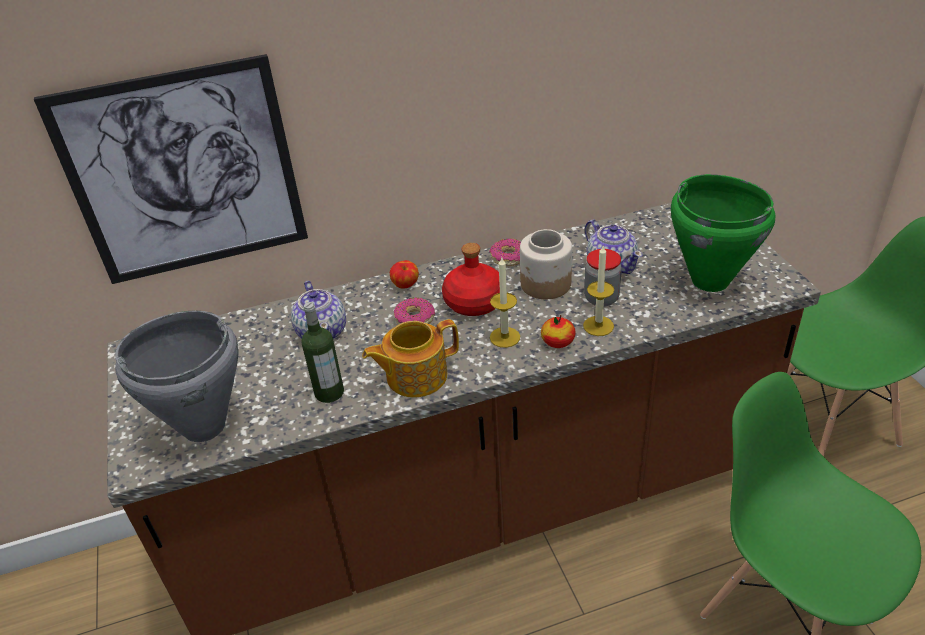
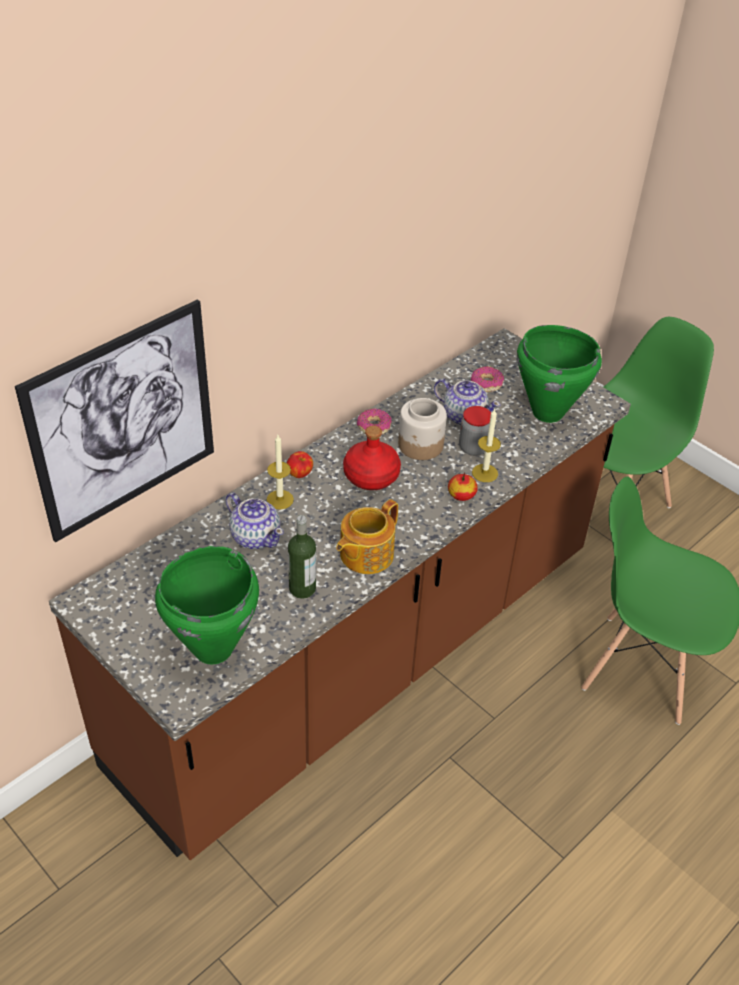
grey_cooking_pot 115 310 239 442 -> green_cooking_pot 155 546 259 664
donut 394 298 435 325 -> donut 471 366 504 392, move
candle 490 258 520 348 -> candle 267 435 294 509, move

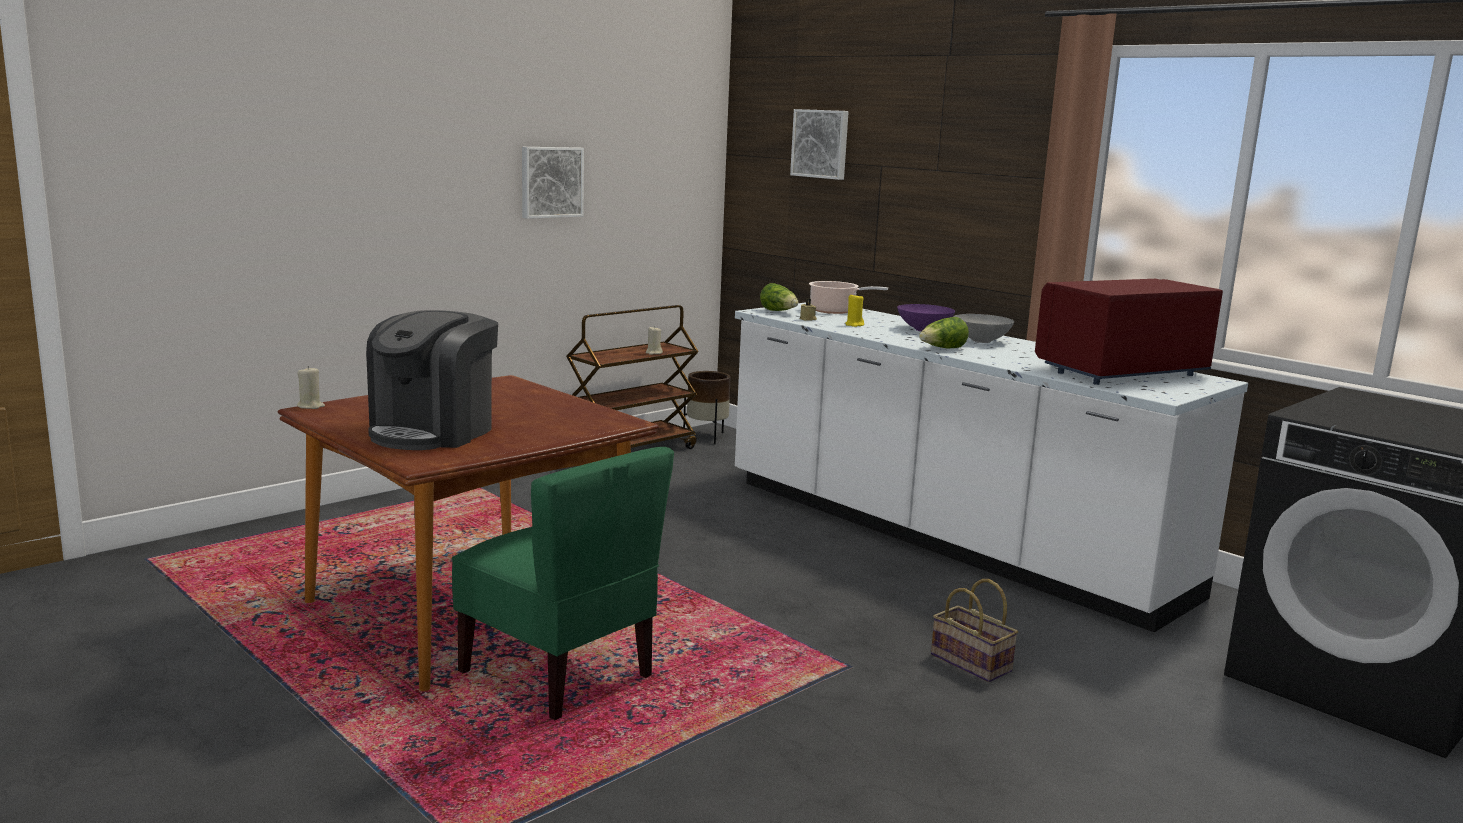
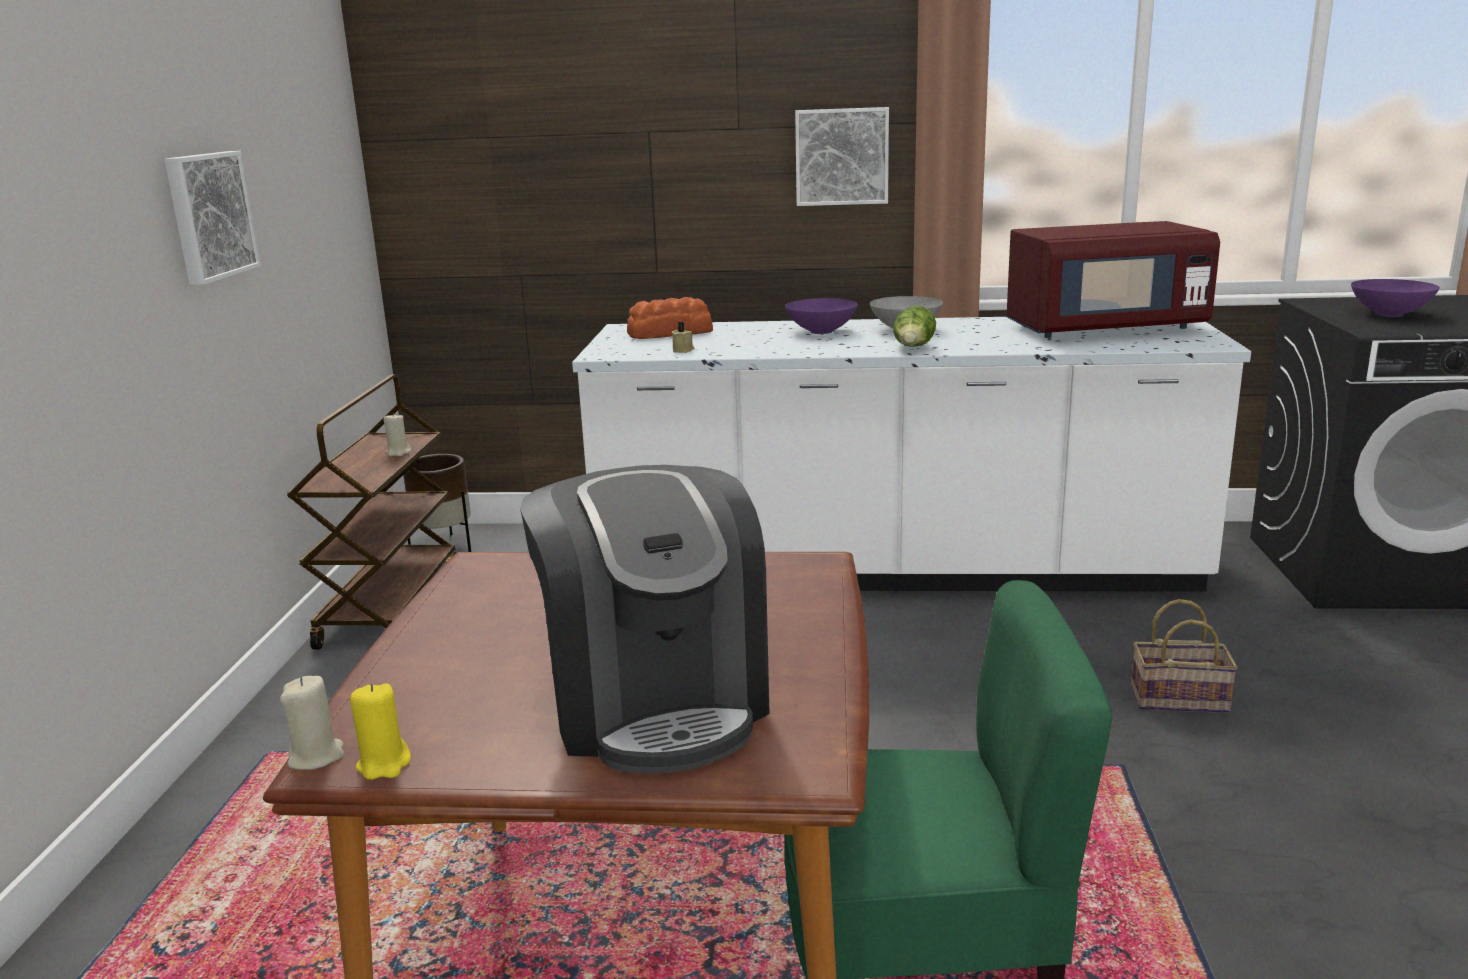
lettuce 760 283 798 311 -> none
picture 790 109 849 180 -> picture 795 107 889 206, move
cooking_pot 809 281 888 314 -> bread 627 297 713 339
yellow_candle 845 293 864 327 -> yellow_candle 350 683 411 780, move
red_microwave 1035 279 1223 385 -> red_microwave 1007 221 1220 338, 120 degrees counterclockwise
none -> purple_bowl 1351 279 1440 317

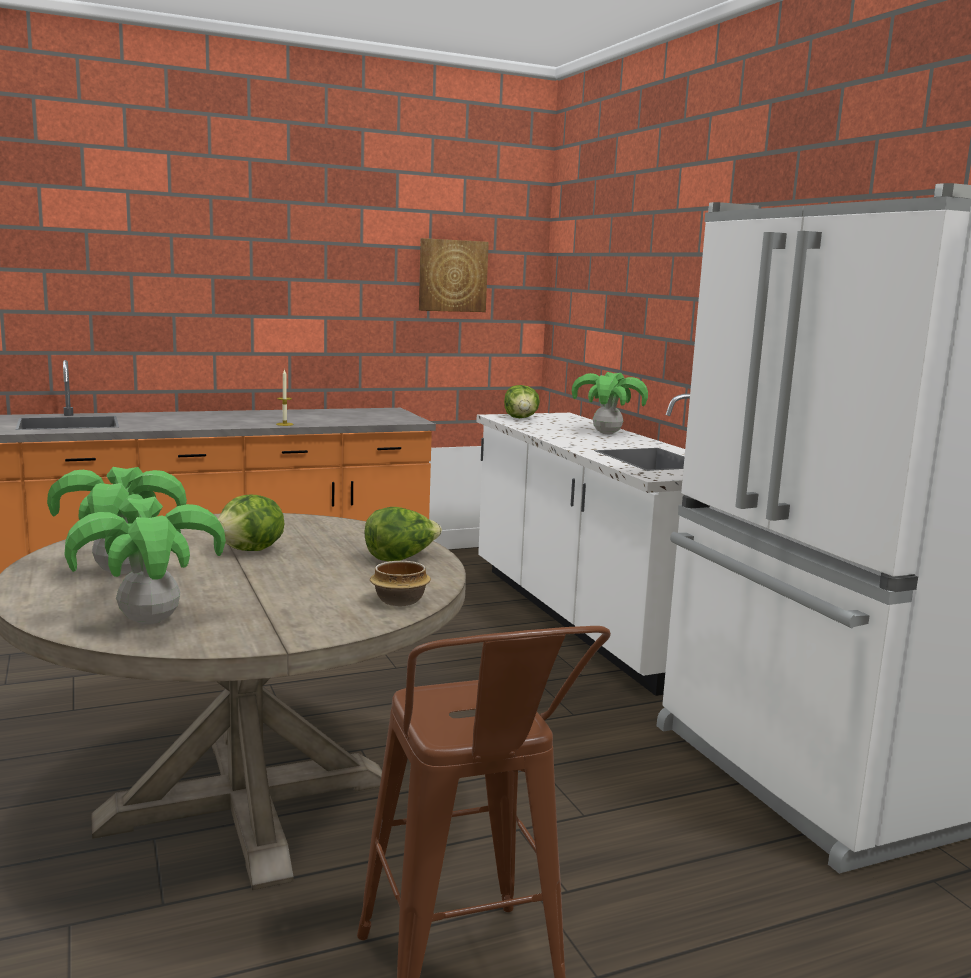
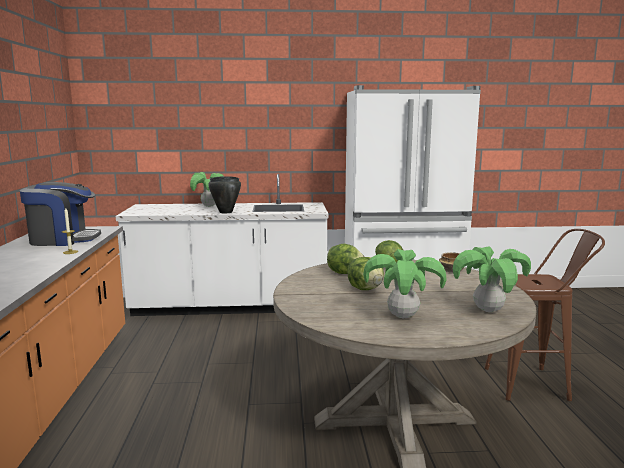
picture 419 238 489 312 -> none
lettuce 504 385 540 418 -> lettuce 327 244 365 274, move
none -> coffee_machine 20 182 101 246
none -> black_cooking_pot 208 176 241 214

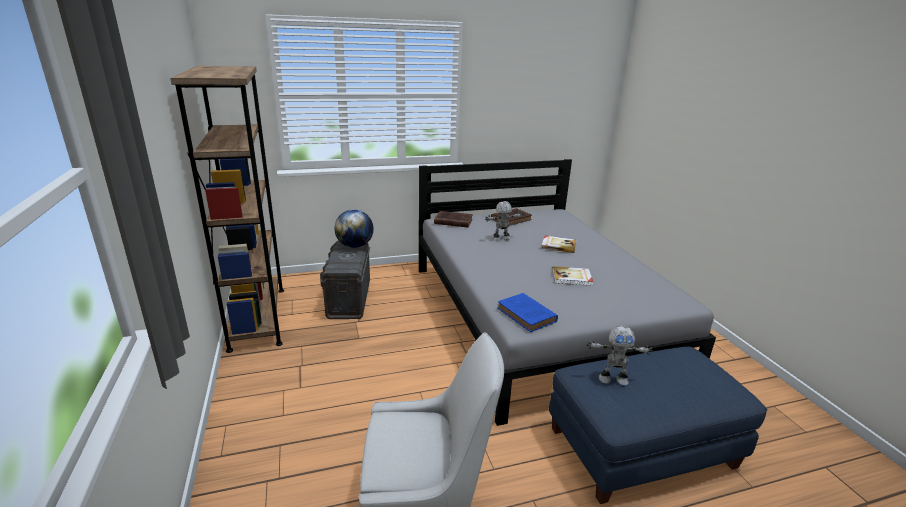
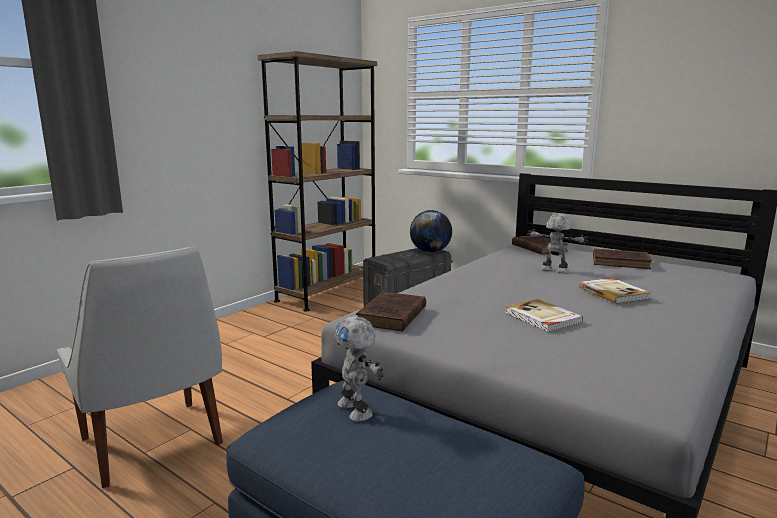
blue_book 497 293 558 332 -> brown_book 356 292 426 331

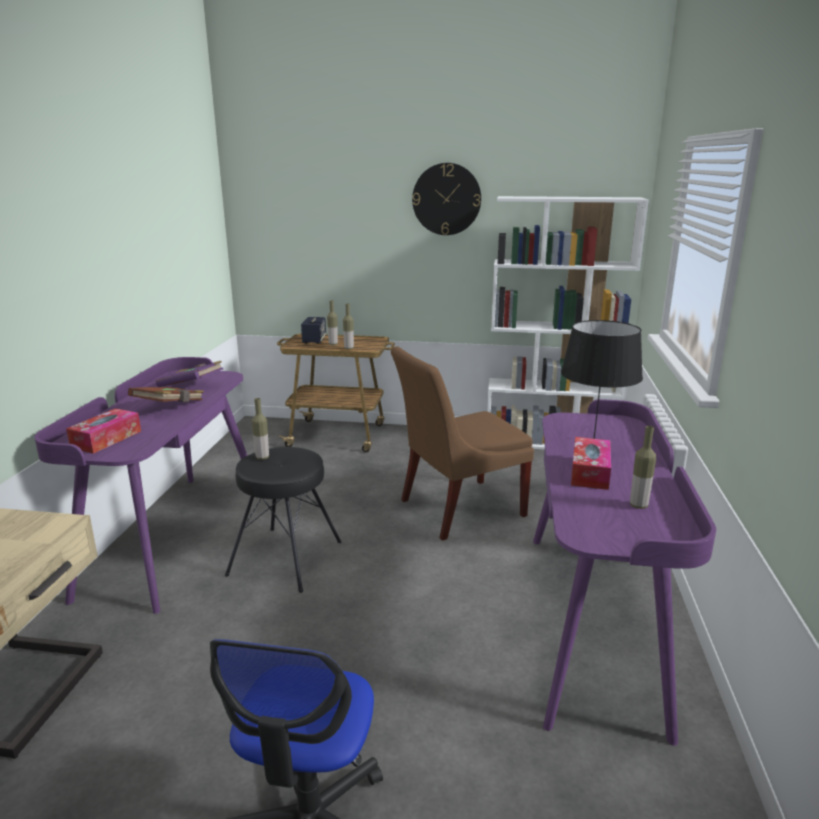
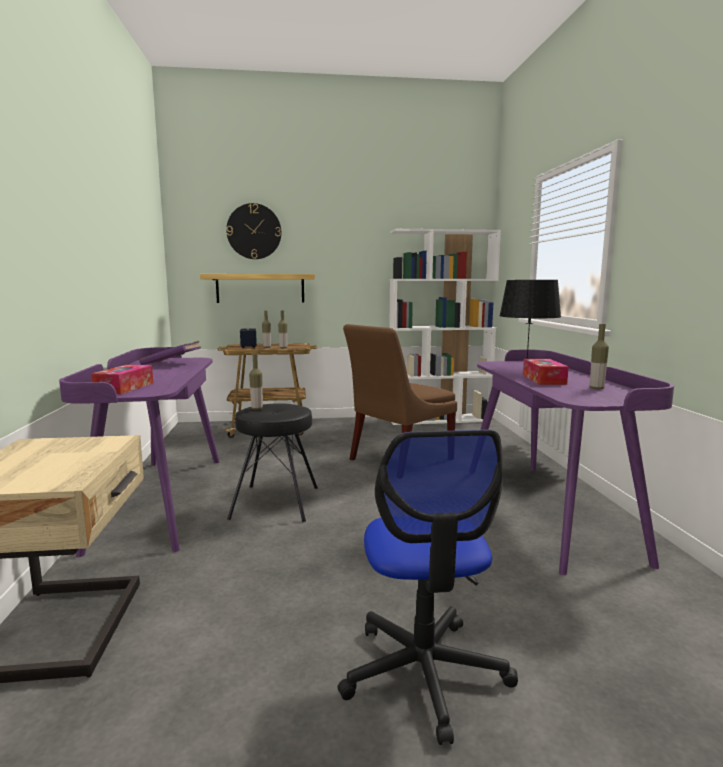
brown_book 128 387 204 402 -> none
wall_clock 412 163 481 235 -> wall_clock 226 203 281 259, move
none -> shelf 200 274 315 303

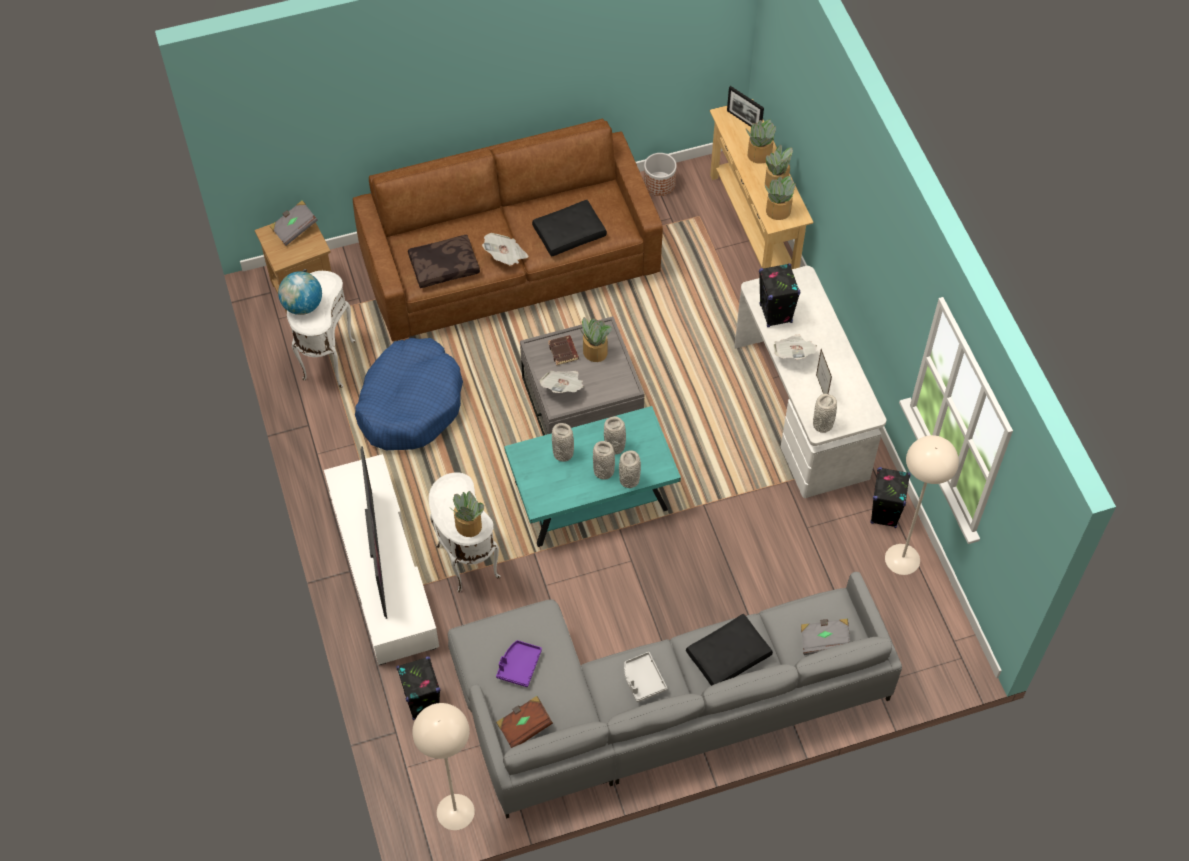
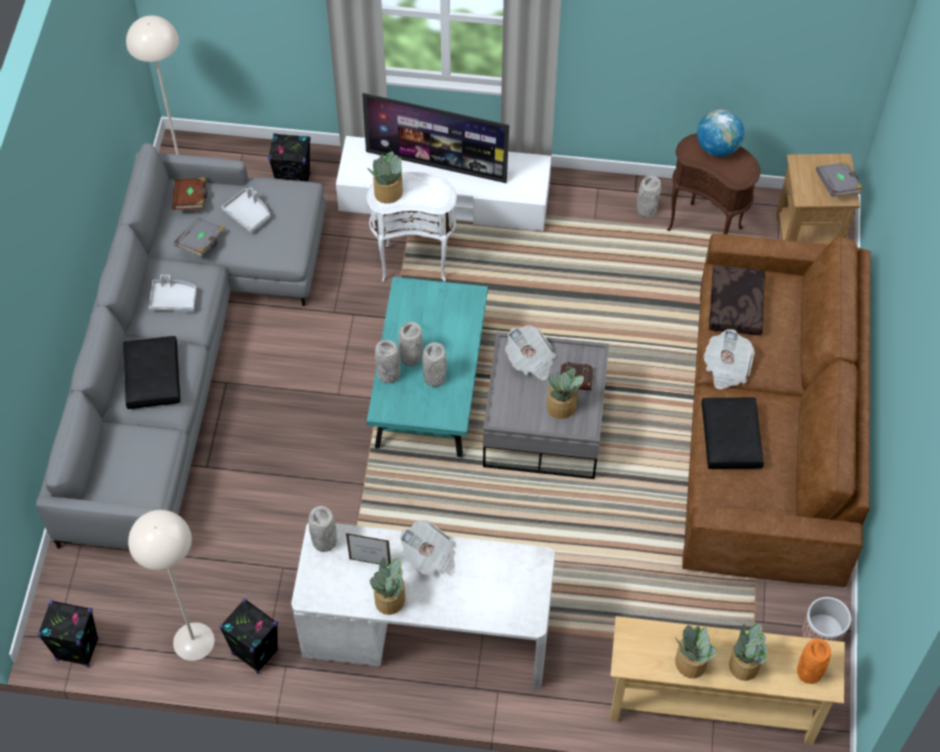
white_side_table 287 271 355 387 -> brown_side_table 667 133 760 234
blue_dog_bed 355 338 463 450 -> none
purple_tray 496 640 542 687 -> grey_tray 221 187 270 233
grey_vase 552 423 574 462 -> grey_vase 637 175 661 218, move
picture_frame 727 86 764 127 -> orange_vase 797 638 831 684
black_speaker 759 263 800 327 -> black_speaker 38 600 99 667, move
potted_plant 764 176 795 220 -> potted_plant 370 557 405 615, move
grey_book 801 619 850 655 -> grey_book 173 218 226 258, move

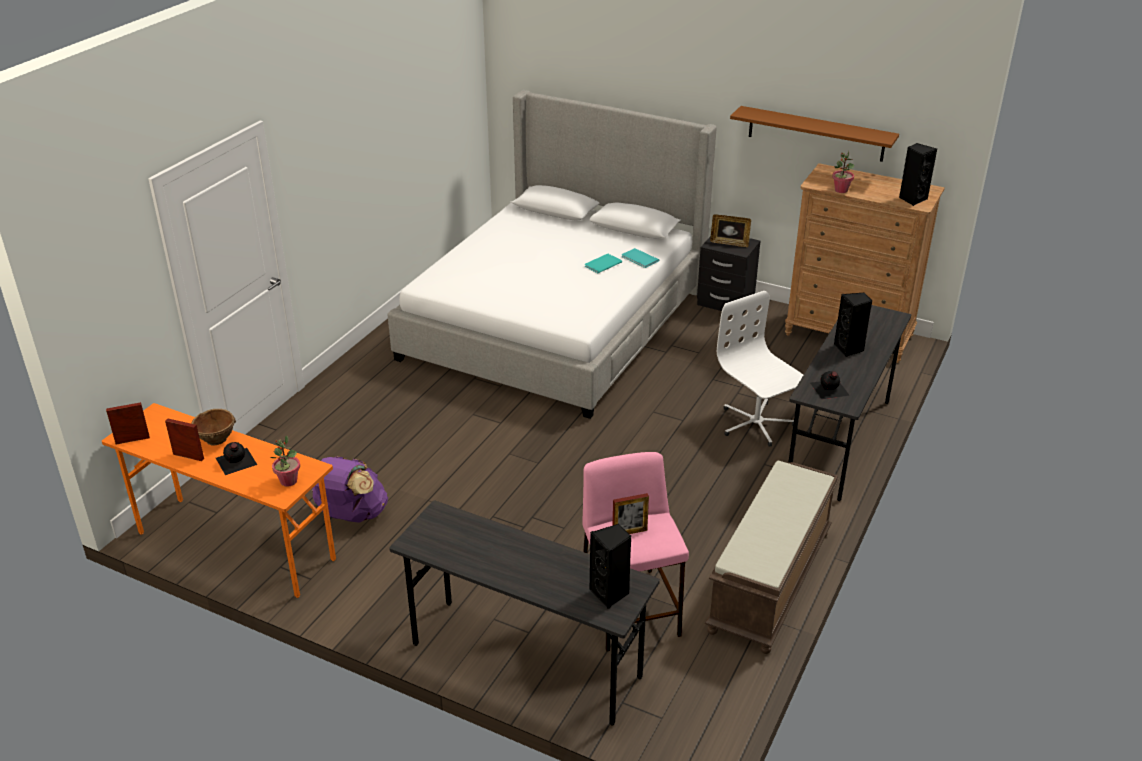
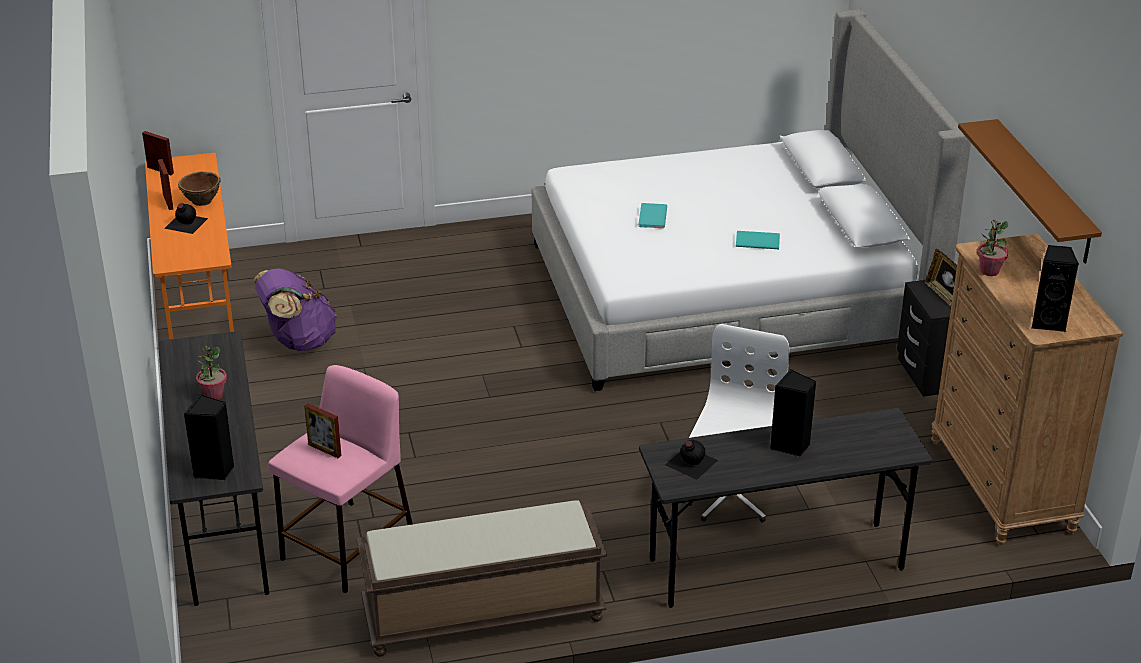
potted_plant 271 435 300 487 -> potted_plant 196 345 227 400, move
turquoise_book 622 248 659 268 -> turquoise_book 638 203 667 228, move

